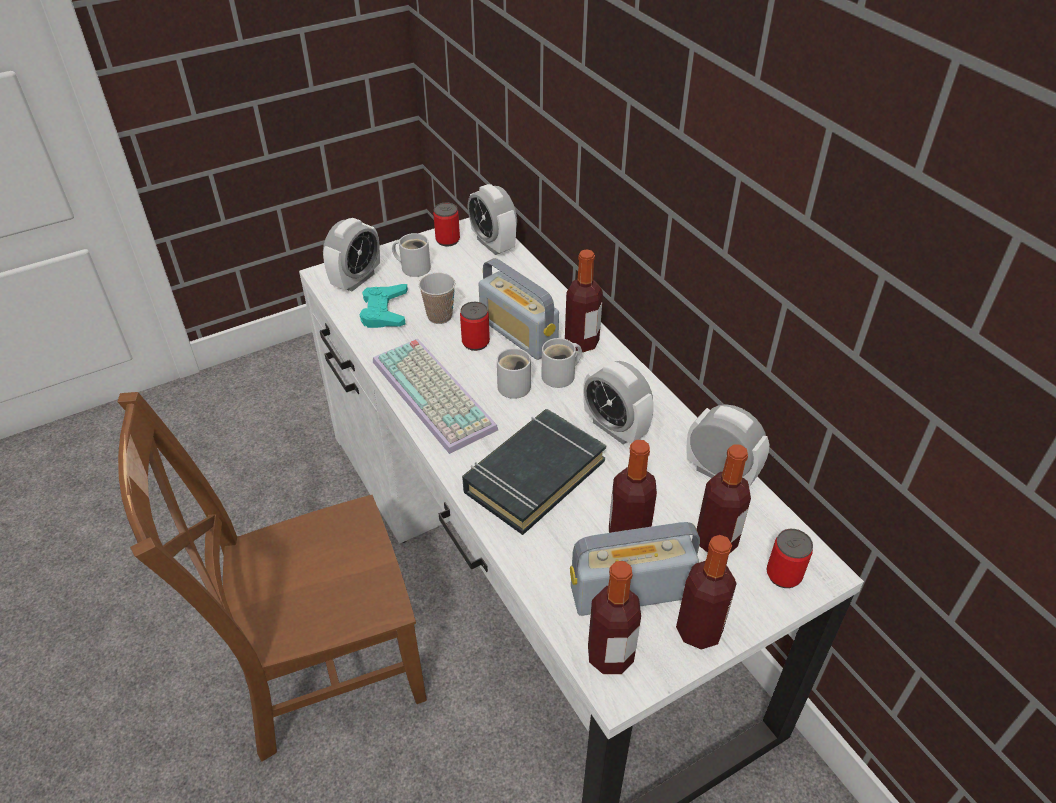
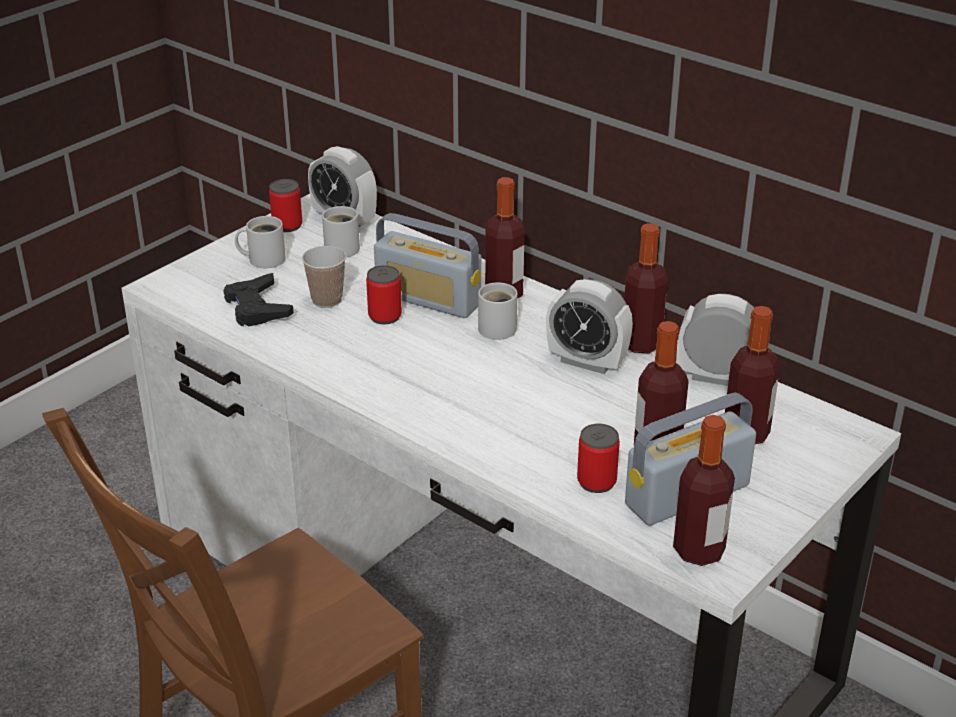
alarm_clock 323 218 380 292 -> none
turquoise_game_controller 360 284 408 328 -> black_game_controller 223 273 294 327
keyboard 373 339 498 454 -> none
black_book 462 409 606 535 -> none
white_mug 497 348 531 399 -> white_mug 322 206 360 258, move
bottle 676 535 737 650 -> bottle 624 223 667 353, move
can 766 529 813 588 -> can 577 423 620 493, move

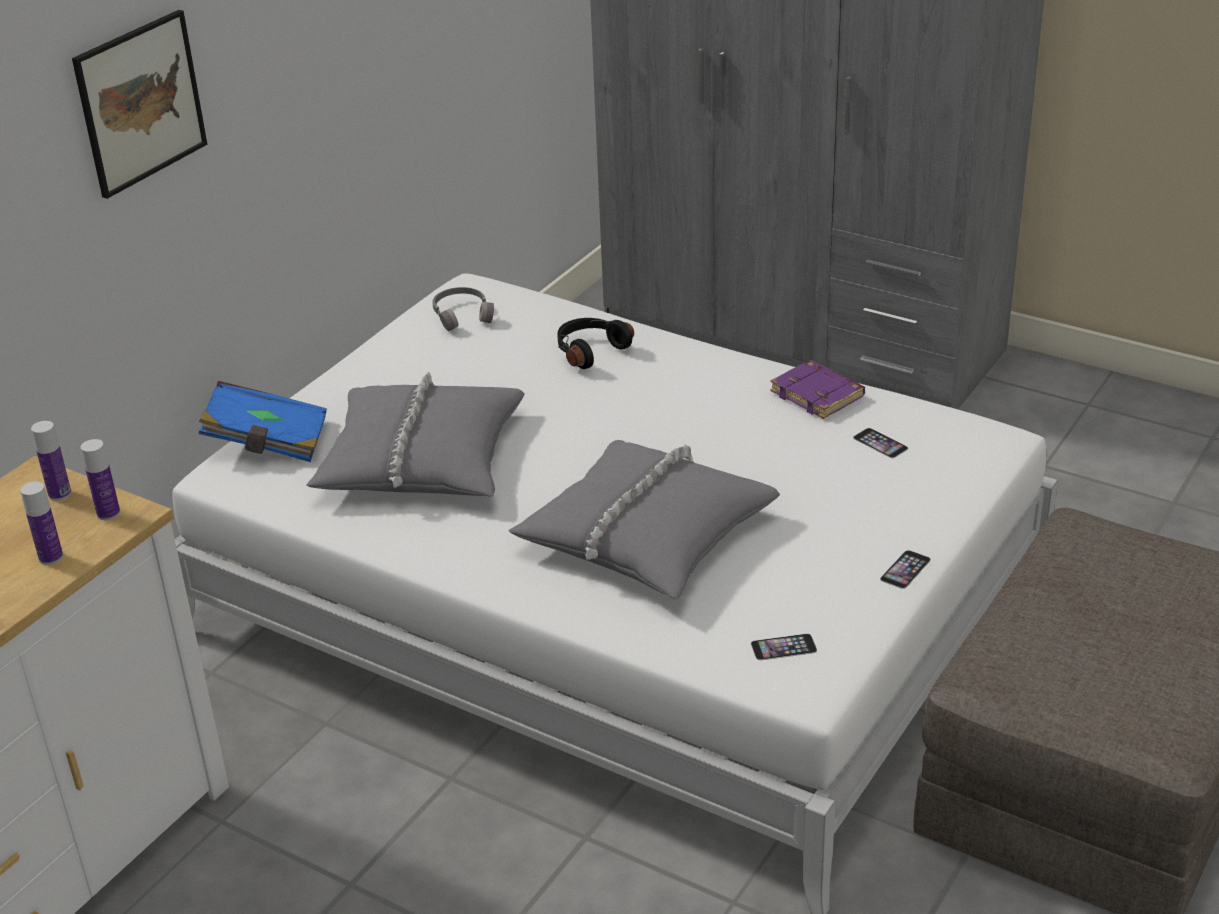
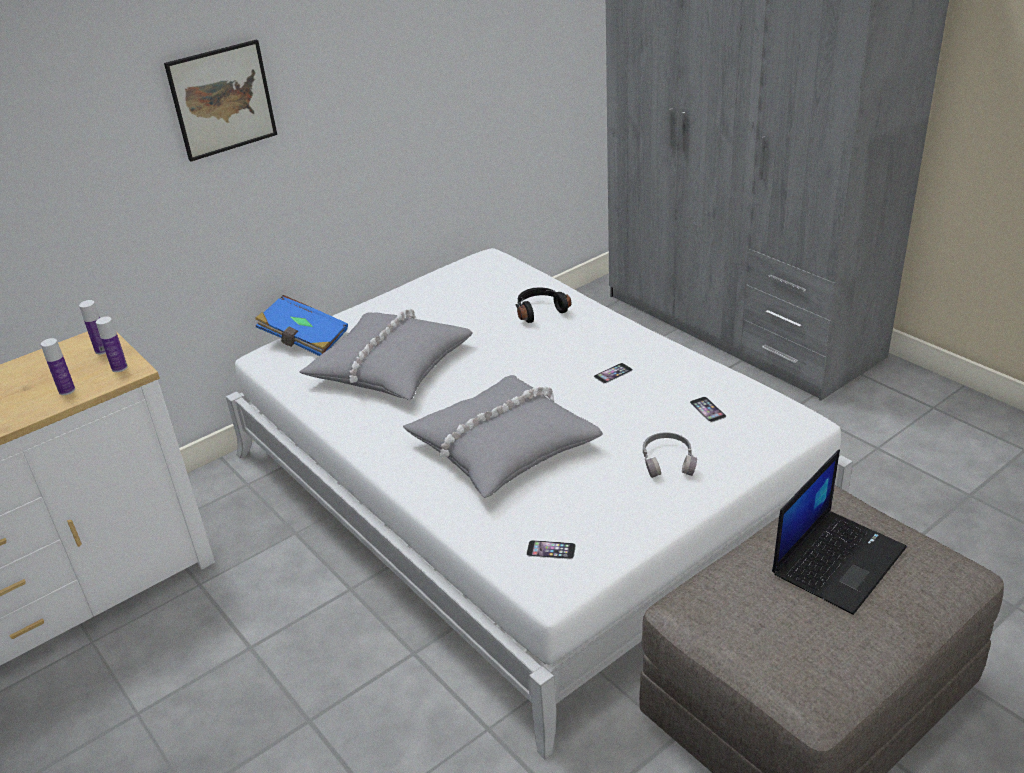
grey_headphones 432 287 494 331 -> grey_headphones 643 432 697 478, move
purple_book 770 360 865 419 -> none
phone 880 550 931 589 -> phone 594 363 633 383, move
none -> laptop 772 449 907 615

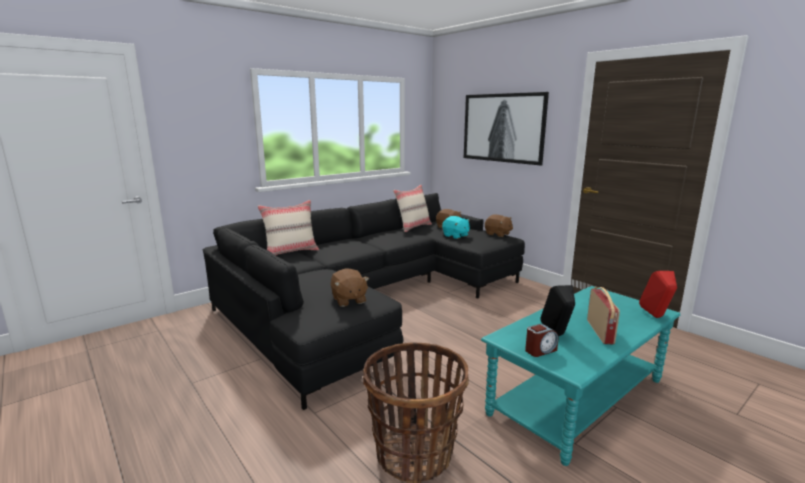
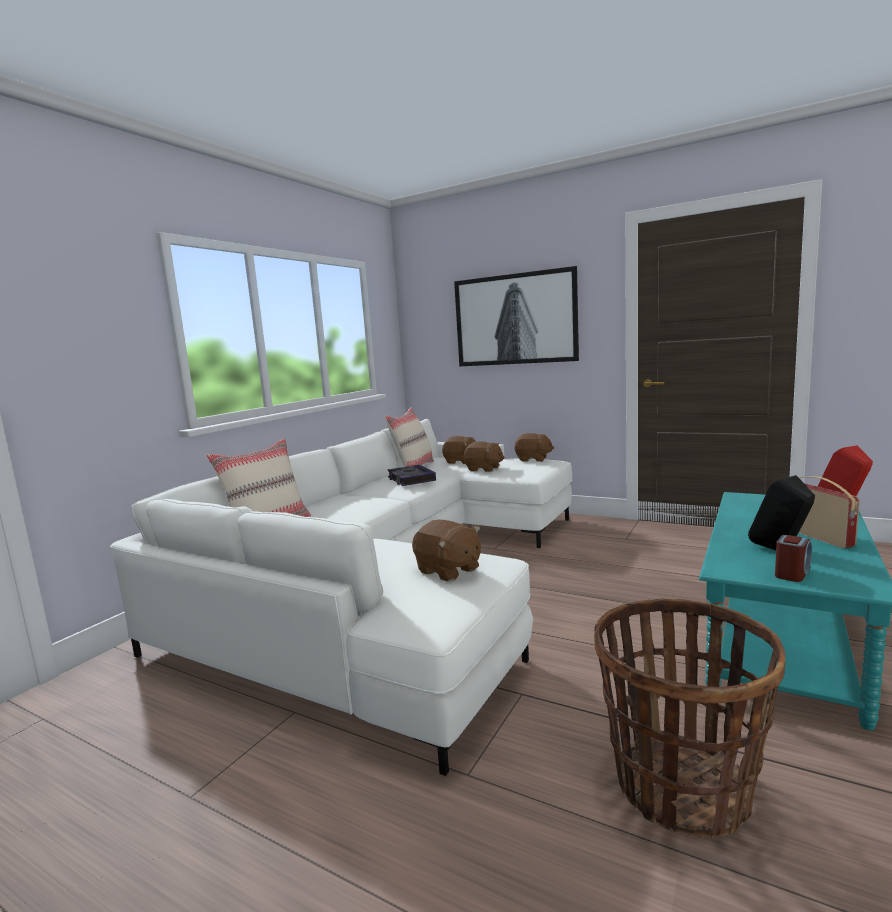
black_sofa 203 193 525 410 -> white_sofa 110 419 573 776
turquoise_plush_toy 442 216 470 239 -> brown_plush_toy 464 441 505 472
none -> book 387 465 436 486

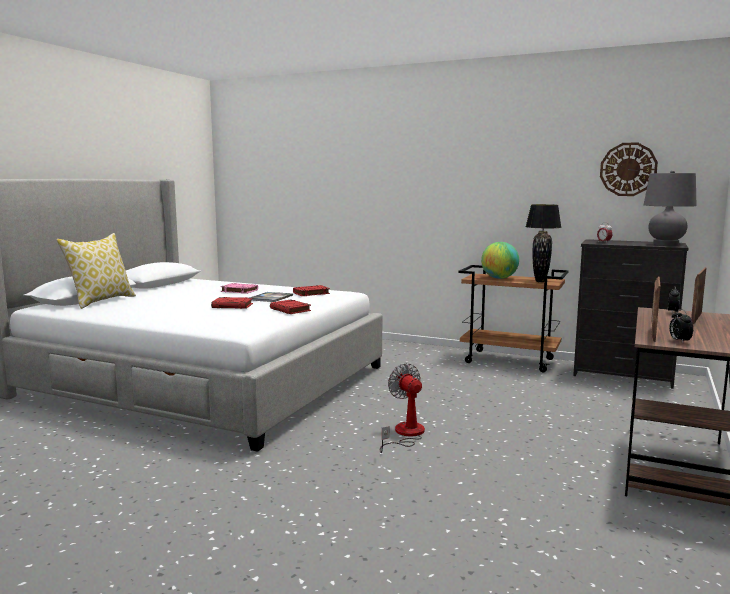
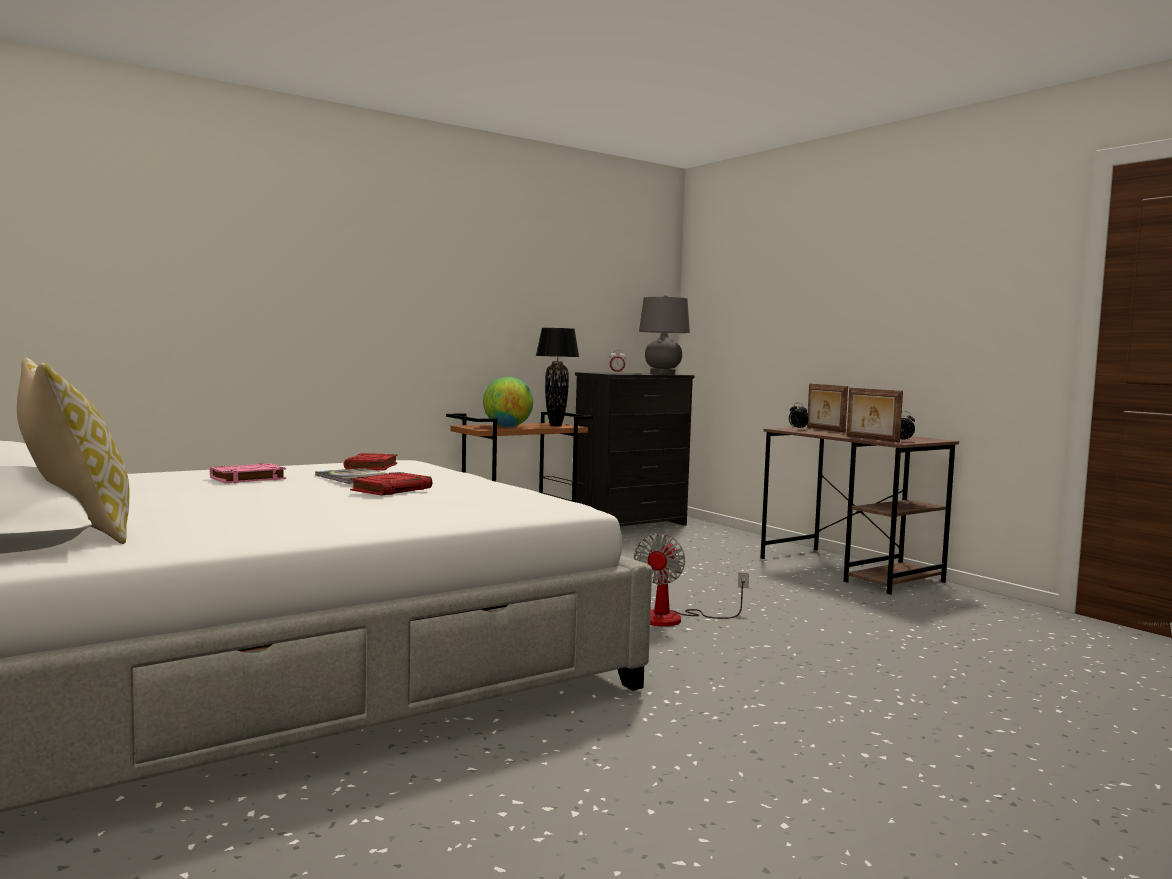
red_book 270 300 311 314 -> none
fan 380 363 425 453 -> fan 634 533 749 626, 75 degrees counterclockwise
wall_clock 600 142 658 196 -> none

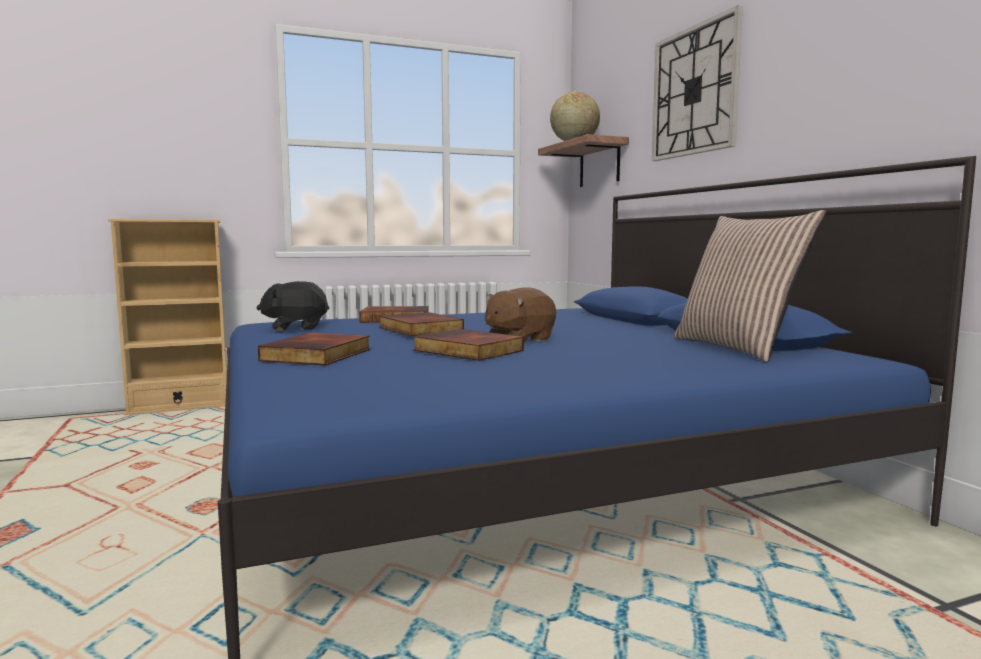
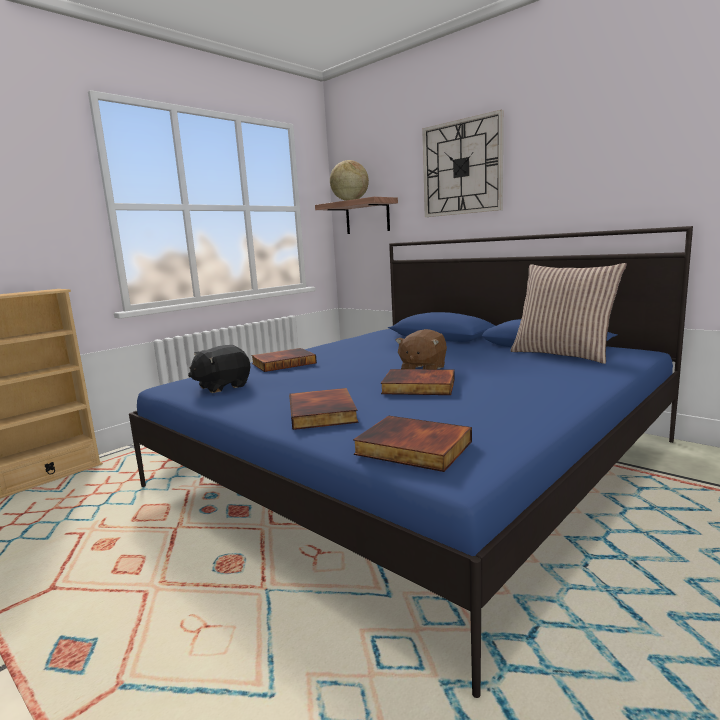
book 379 312 464 336 -> book 353 416 472 472, move

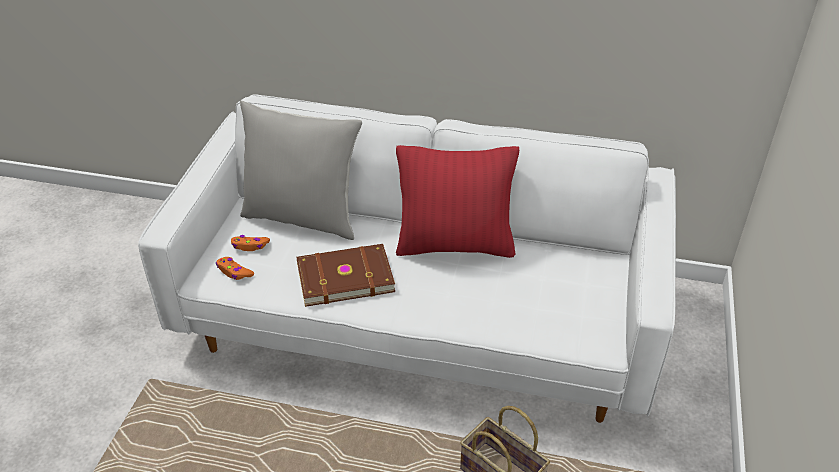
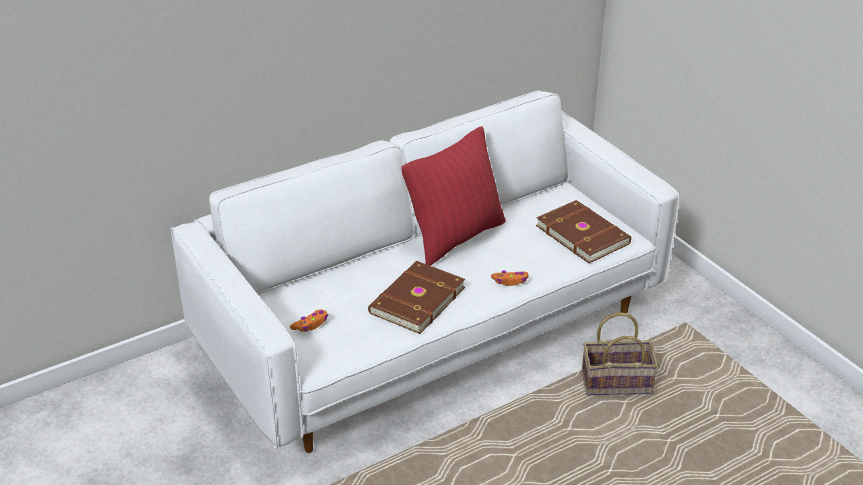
orange_game_controller 216 257 254 280 -> orange_game_controller 491 270 529 286, move
grey_pillow 240 101 362 240 -> none
none -> brown_book 536 200 631 263

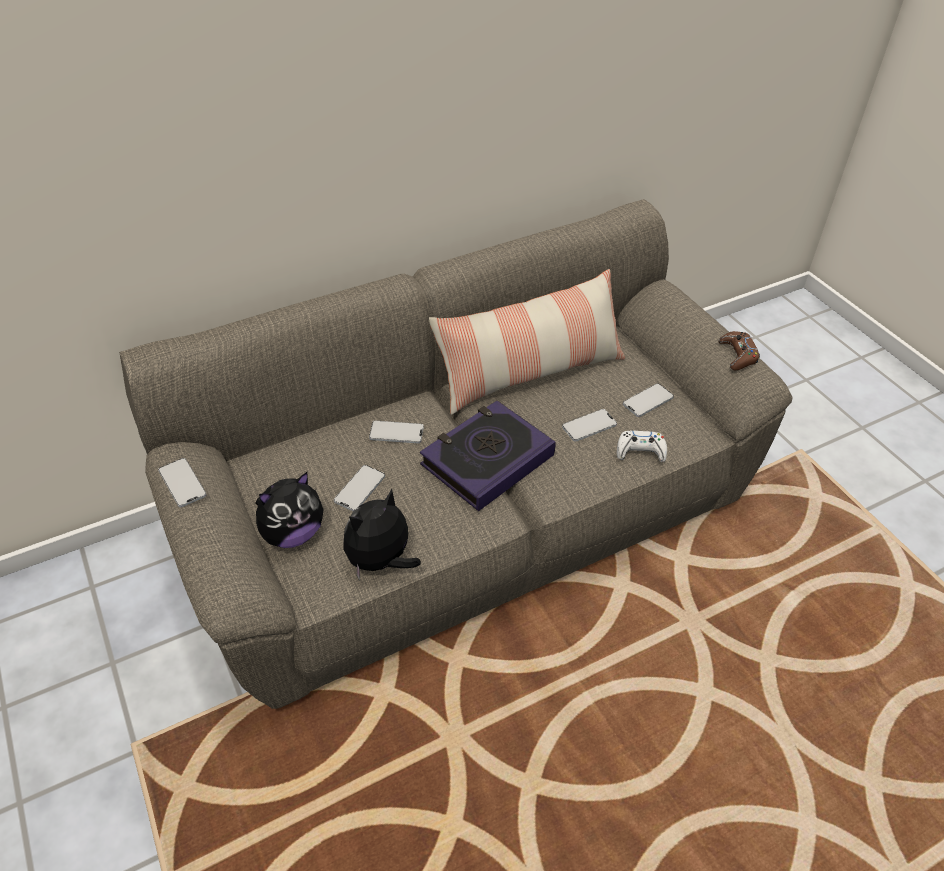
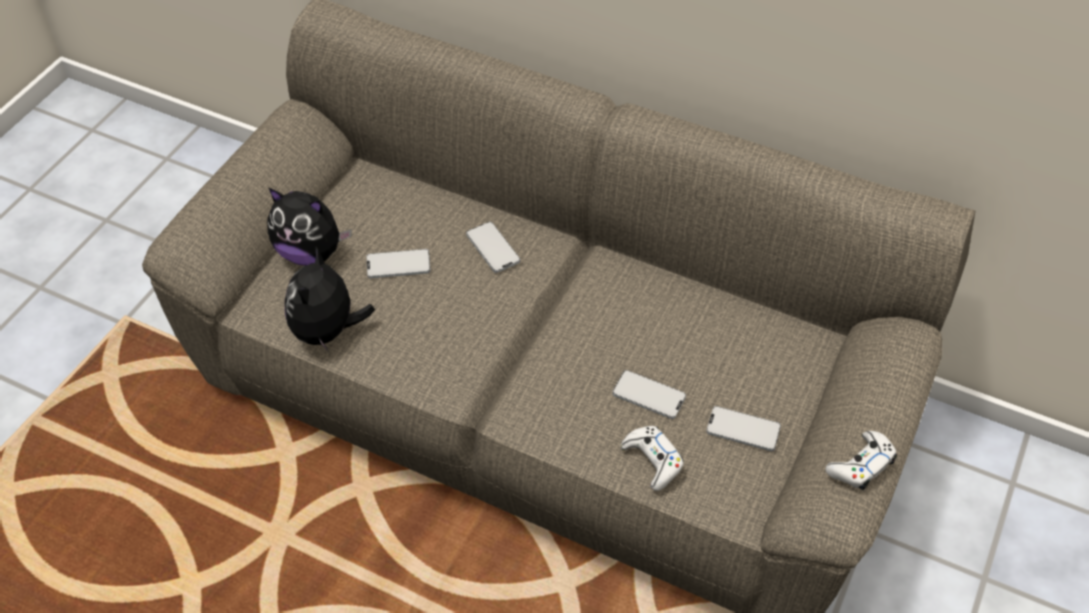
phone 158 458 207 507 -> none
plush_toy 343 488 421 581 -> plush_toy 284 247 375 352, 90 degrees counterclockwise
book 420 400 556 511 -> none
pillow 429 269 625 415 -> none
brown_game_controller 719 331 760 370 -> white_game_controller 825 431 897 490

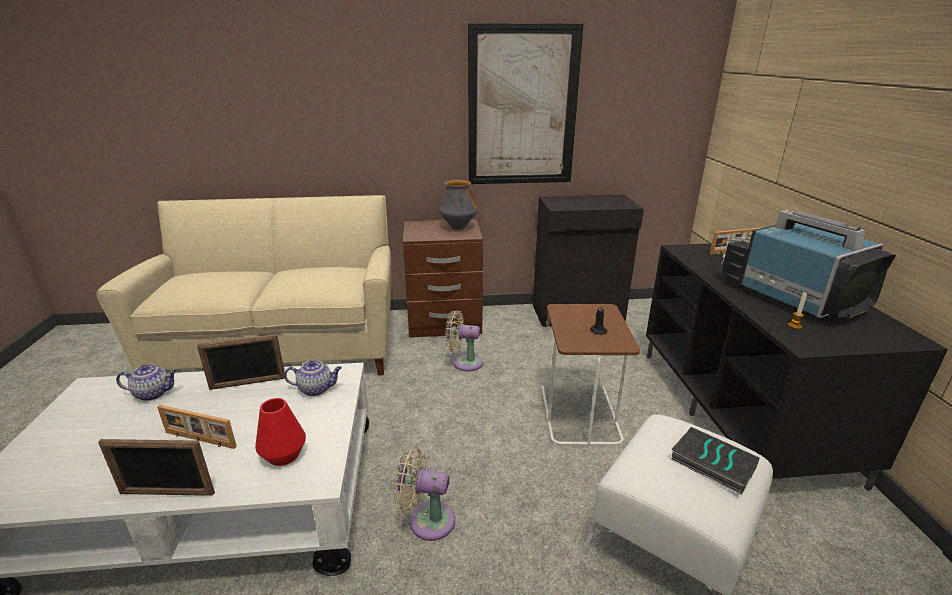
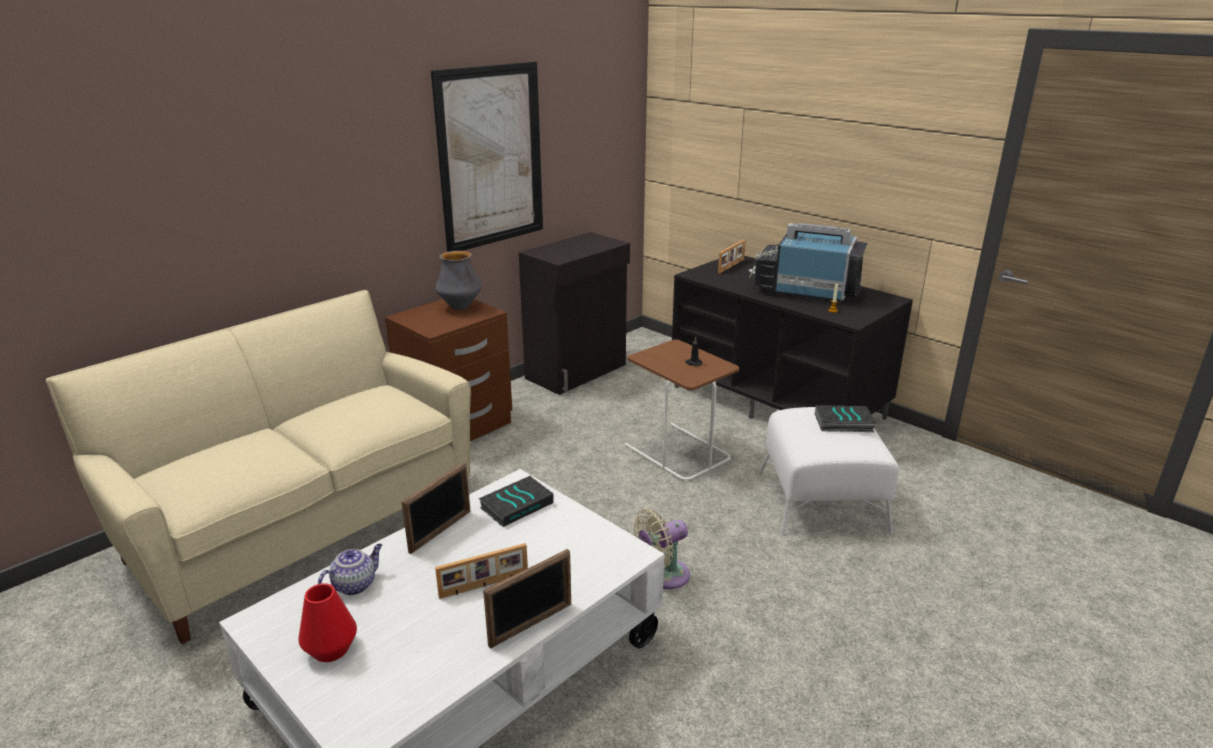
red_vase 255 398 306 466 -> red_vase 298 583 357 662, move
teapot 284 360 342 396 -> book 478 476 553 527
beige_fan 445 310 483 372 -> none

